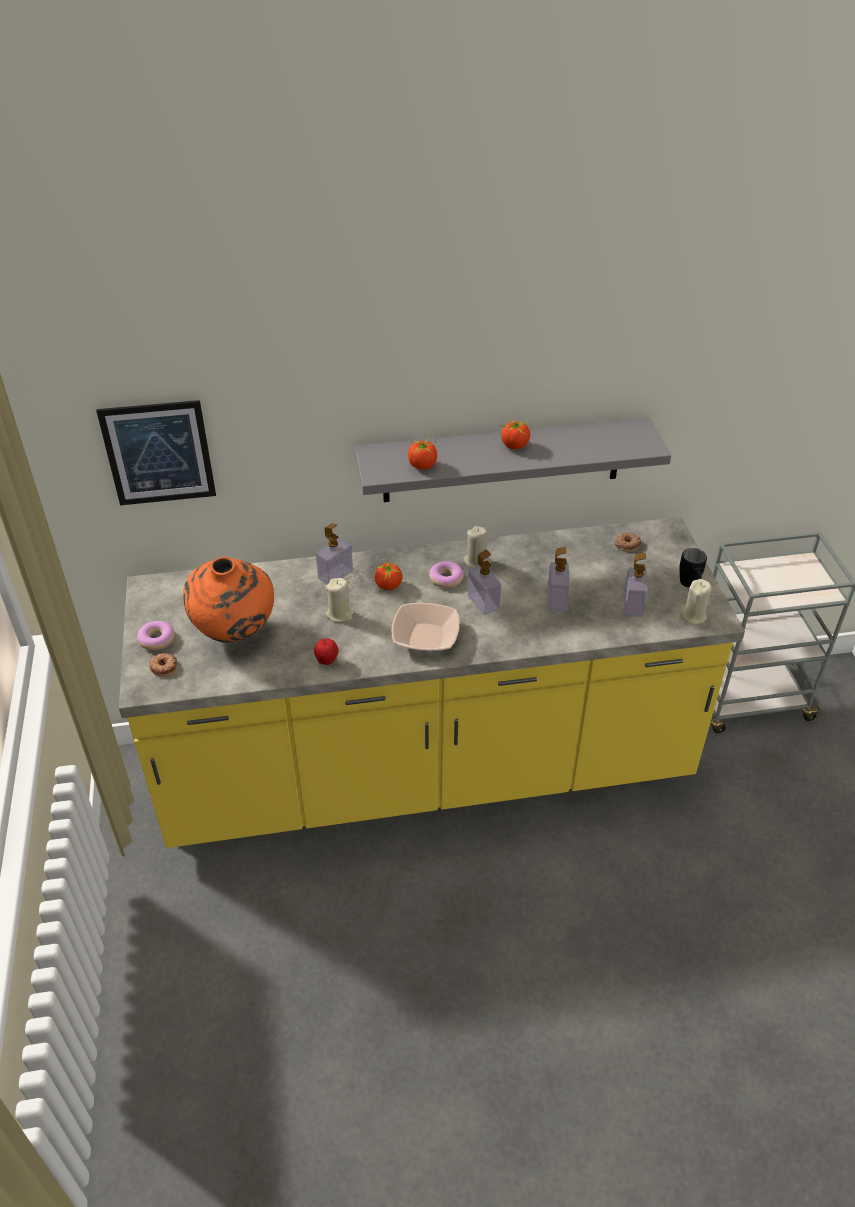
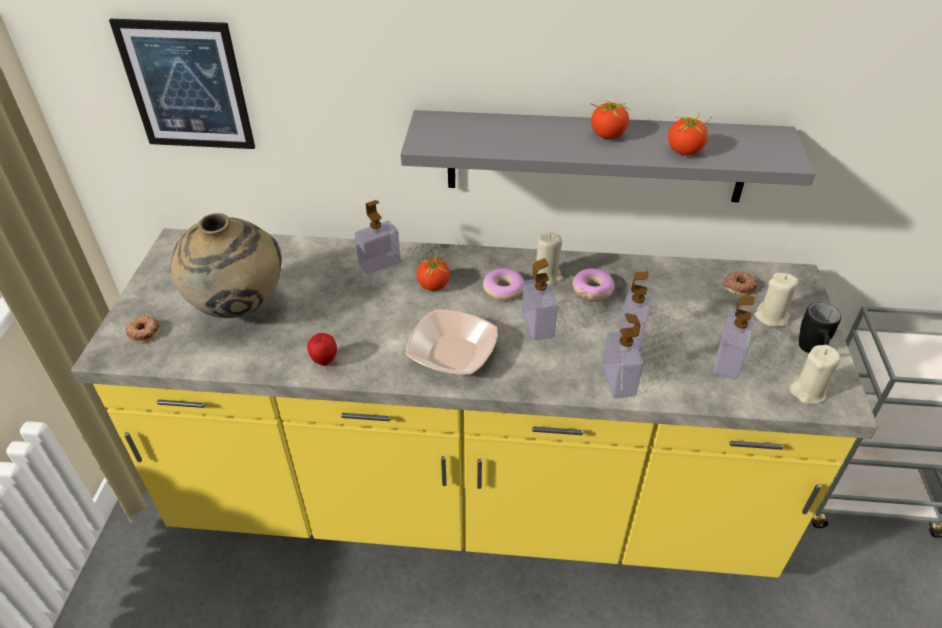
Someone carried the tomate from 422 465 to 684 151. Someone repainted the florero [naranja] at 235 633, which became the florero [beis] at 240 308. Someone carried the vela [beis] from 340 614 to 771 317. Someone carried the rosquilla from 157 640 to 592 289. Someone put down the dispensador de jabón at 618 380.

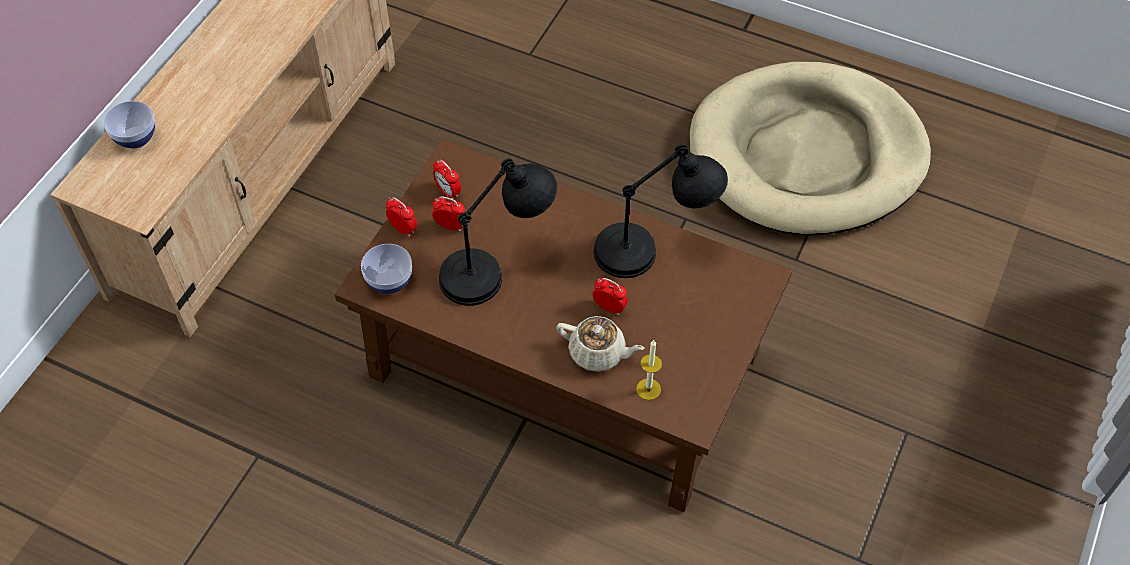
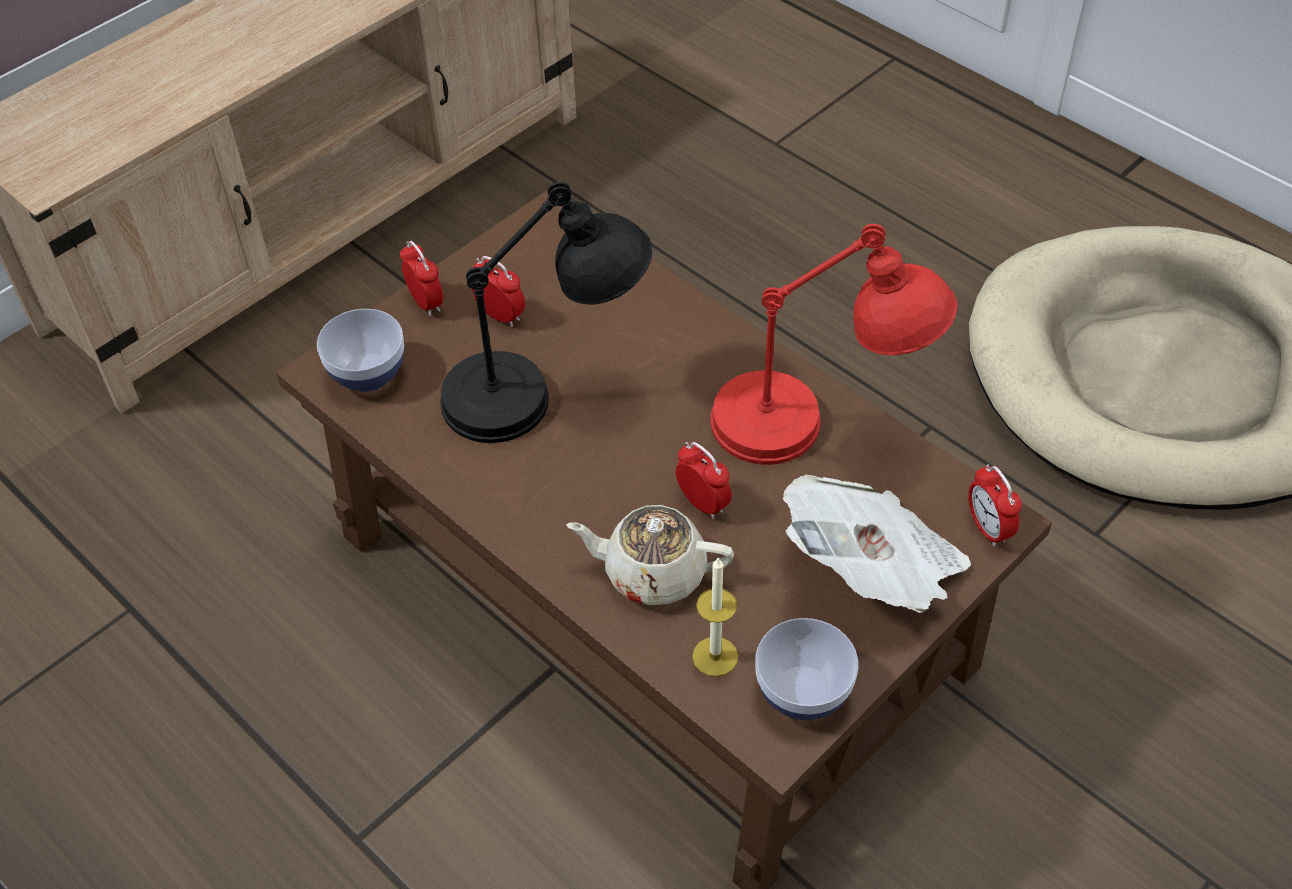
Someone carried the cuenco from 135 138 to 802 692. Someone repainted the lámpara de mesa [negro] at 653 249, which became the lámpara de mesa [rojo] at 816 428. Someone carried the despertador from 448 192 to 988 528. Someone rotated the tetera [beis] at 598 353 by 150 degrees clockwise. Someone put down the periódico at 873 570.

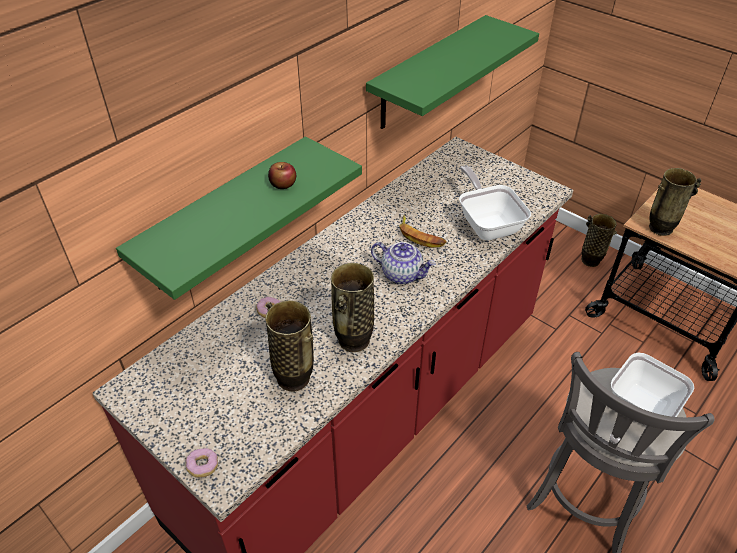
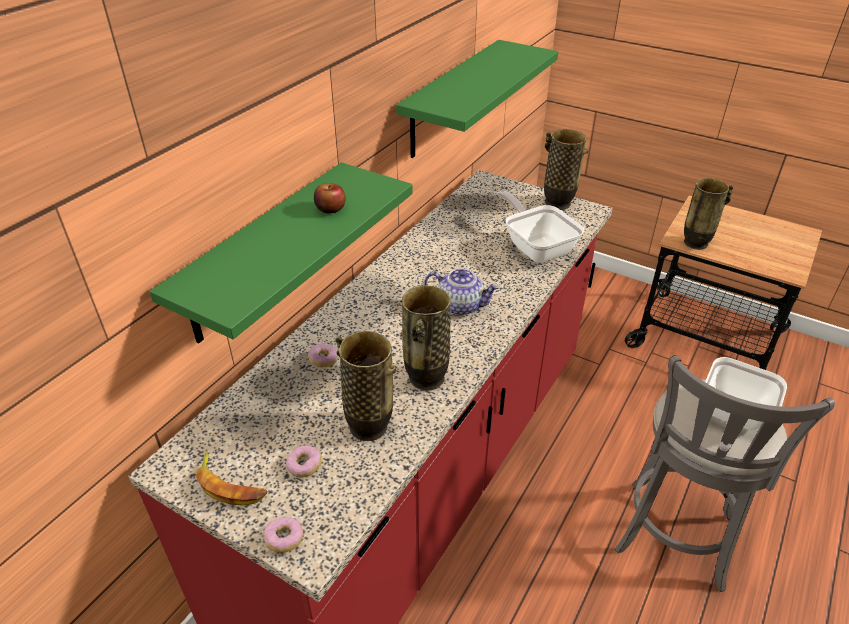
Someone carried the florero from 590 260 to 557 203. Someone carried the plátano from 420 236 to 230 484. Someone put down the rosquilla at 304 466.

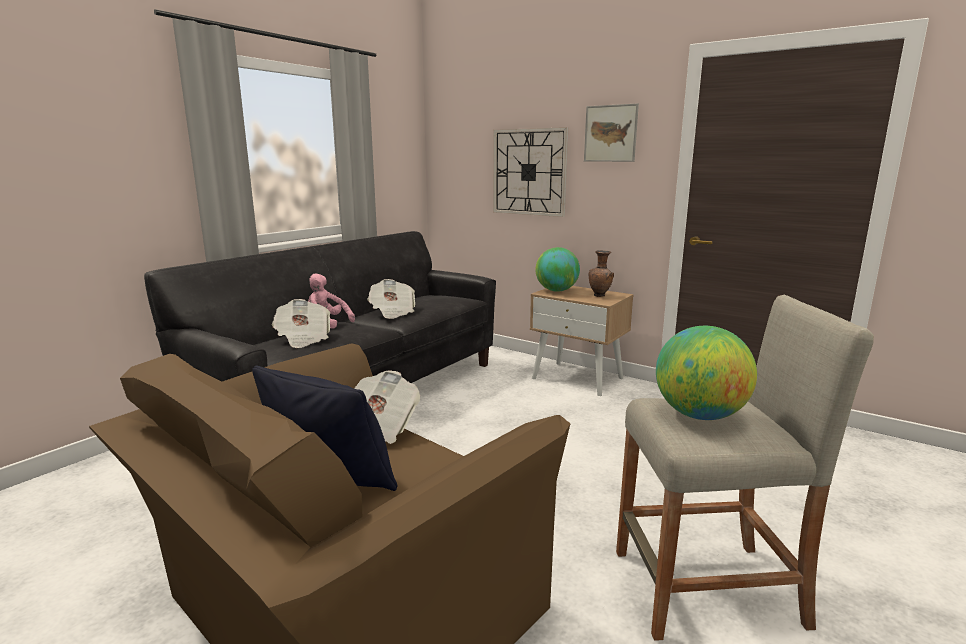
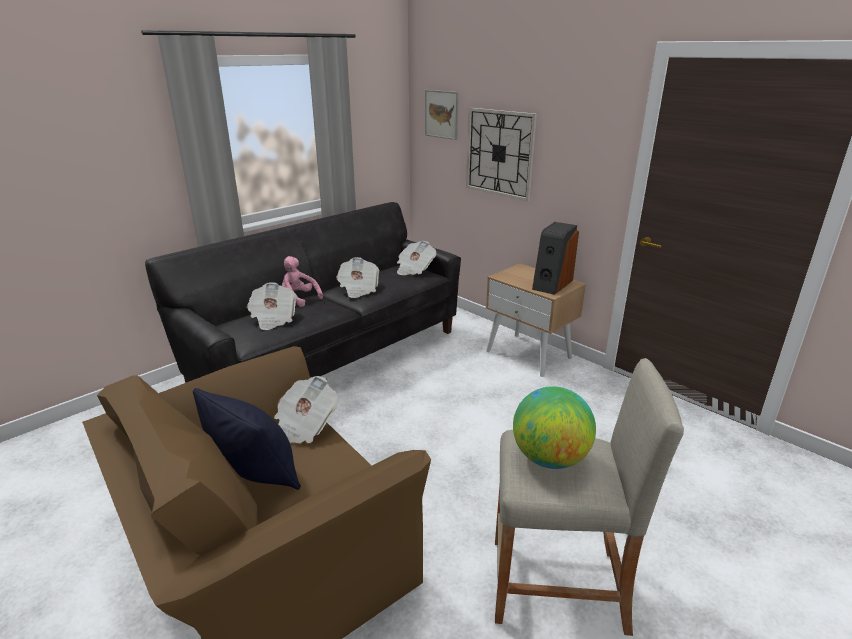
Someone carried the cuadro from 610 133 to 441 114. Someone took away the globo terráqueo at 556 290. Someone swapped the florero [marrón] at 600 296 for the altavoz at 551 284. Someone put down the periódico at 414 269.

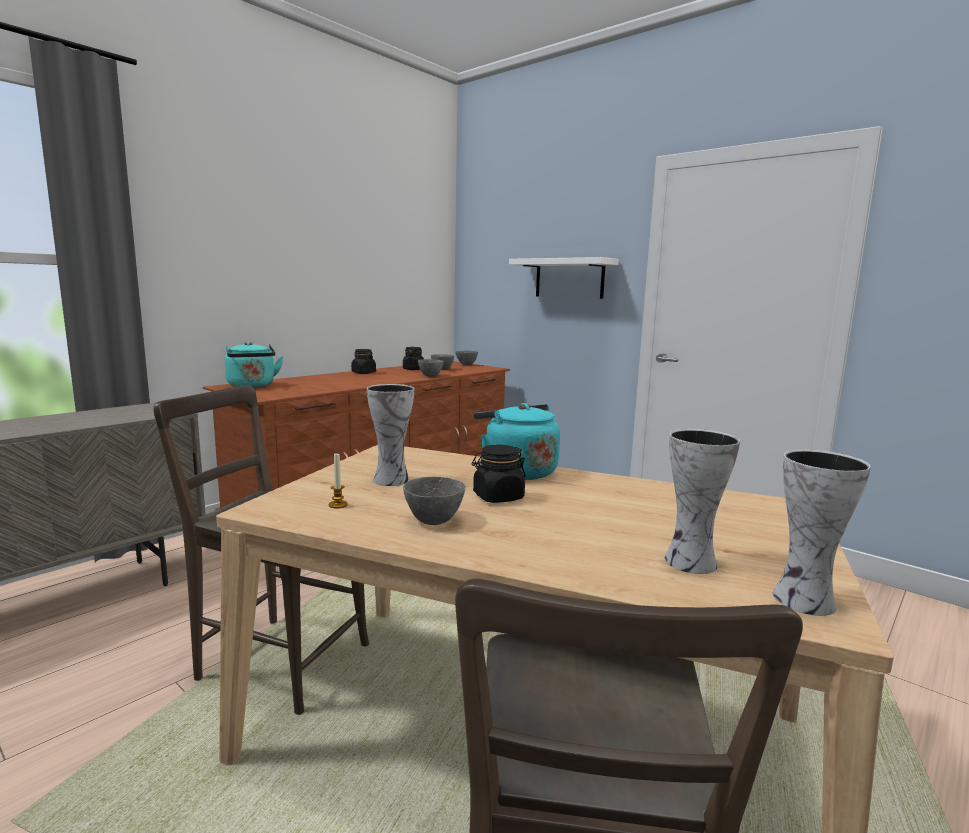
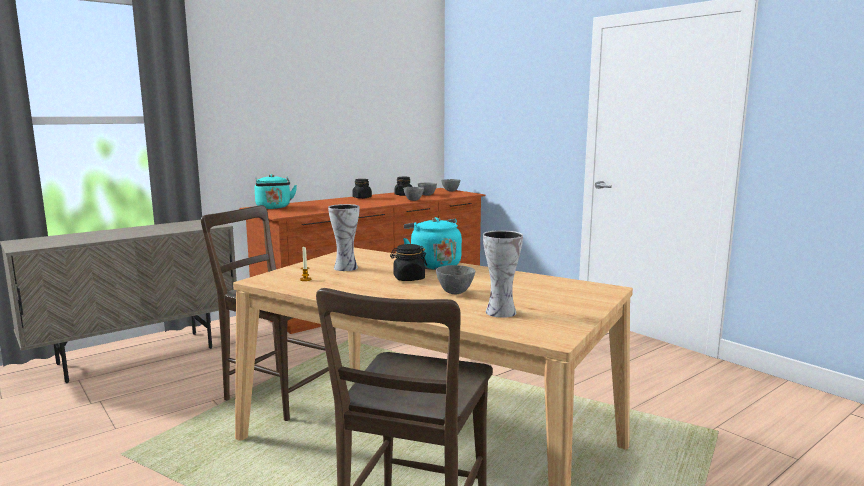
Someone took away the estante [blanco] at 569 278. Someone took away the florero at 801 600. Someone carried the cuenco [gris] from 433 520 to 454 292.

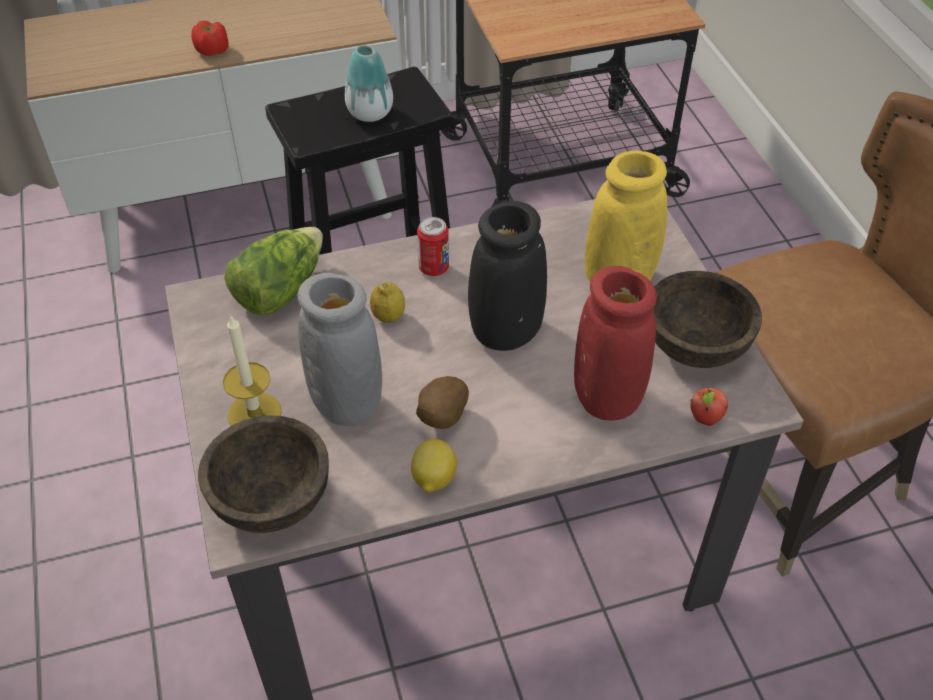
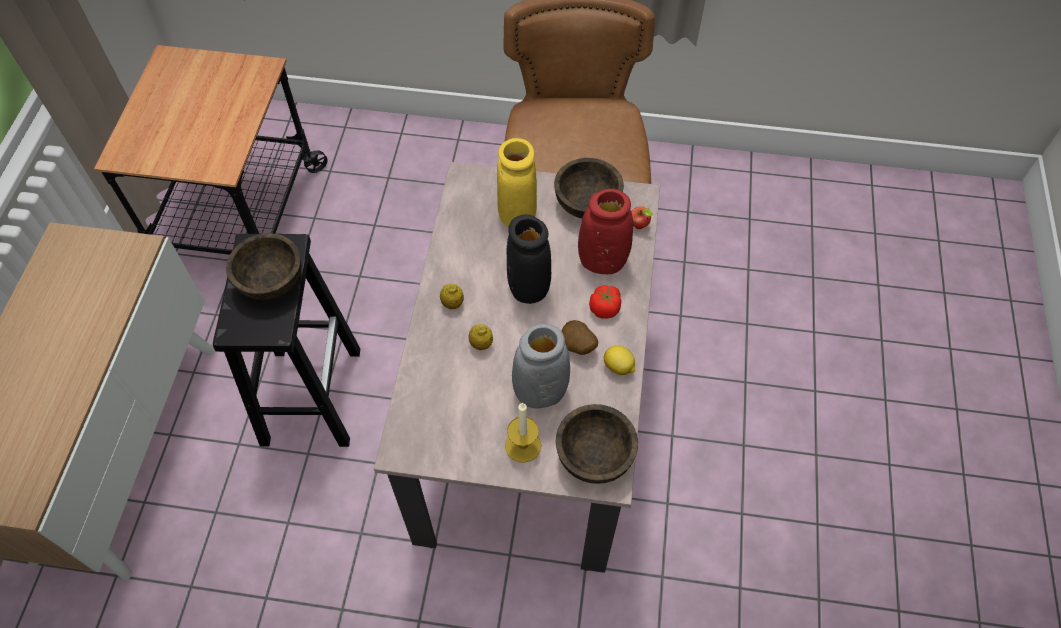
Someone carried the tomate from 212 50 to 605 308. Someone swapped the florero at 370 113 for the cuenco [marrón] at 271 281. Someone swapped the lata at 434 268 for the limón at 452 303. Someone took away the lechuga at 280 289.

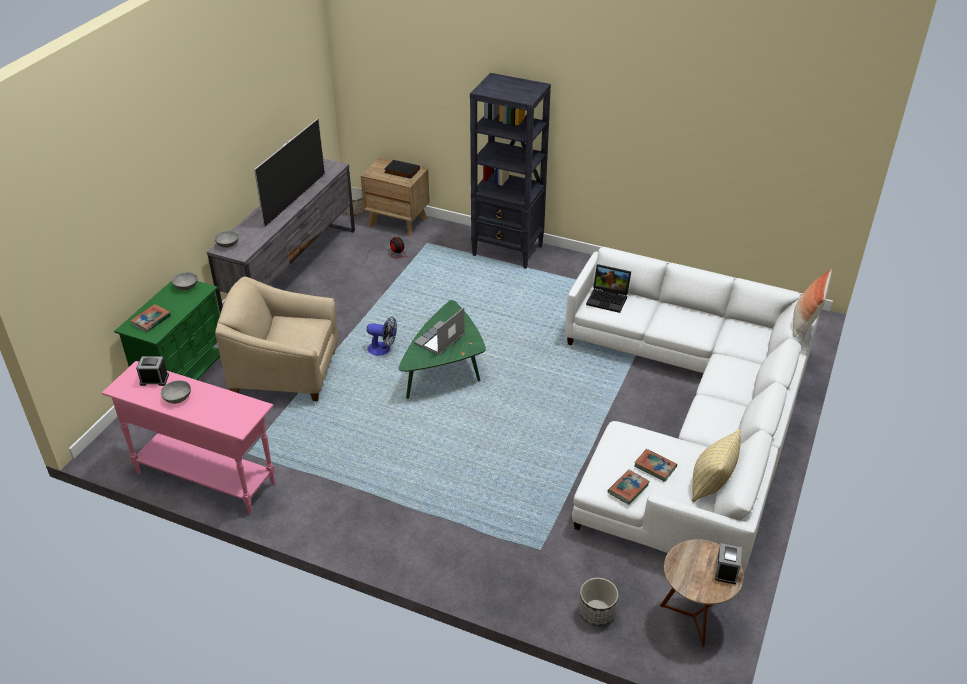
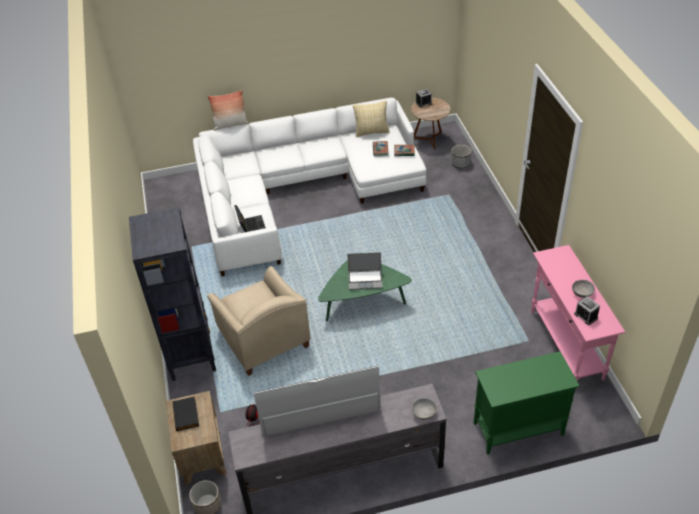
Someone took away the cuenco [gris] at 186 286. Someone carried the sillón [beis] from 286 373 to 263 339. Someone took away the libro at 151 320. Someone took away the ventilador at 383 349.

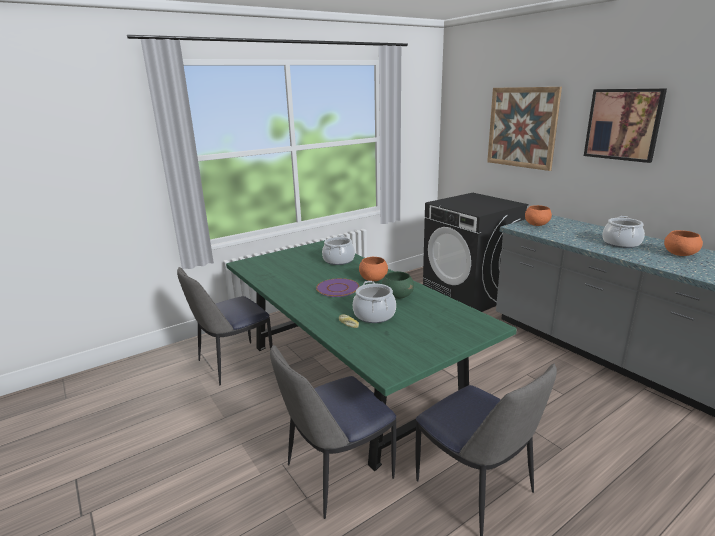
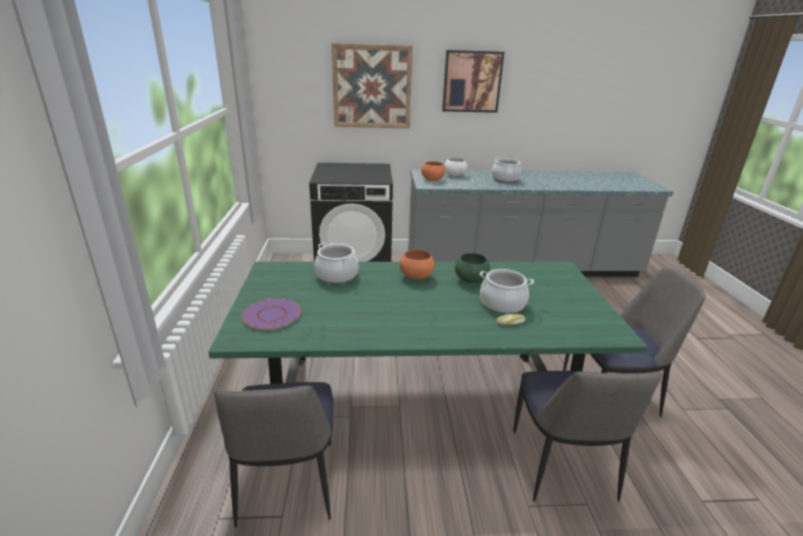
Someone took away the cuenco [naranja] at 679 254. Someone carried the plato [morado] from 337 288 to 271 315. Someone put down the cuenco [blanco] at 454 175.

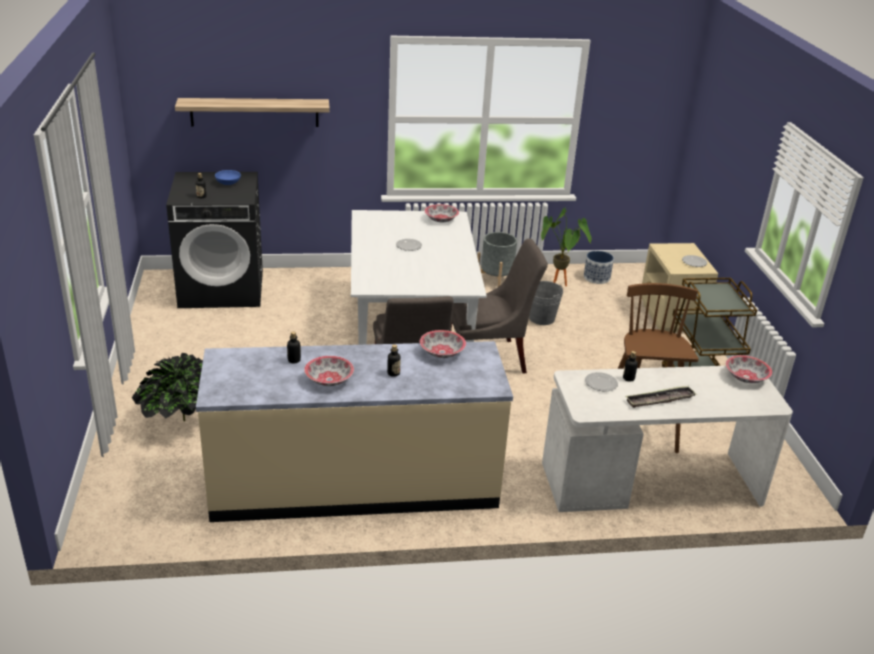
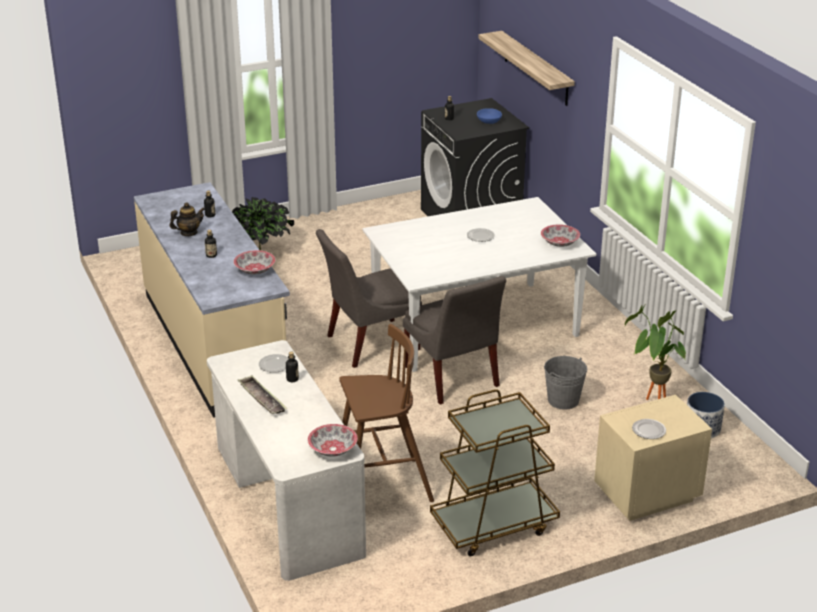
Someone took away the maceta [gris] at 496 280. Someone swapped the cuenco at 329 380 for the tetera at 188 233.

